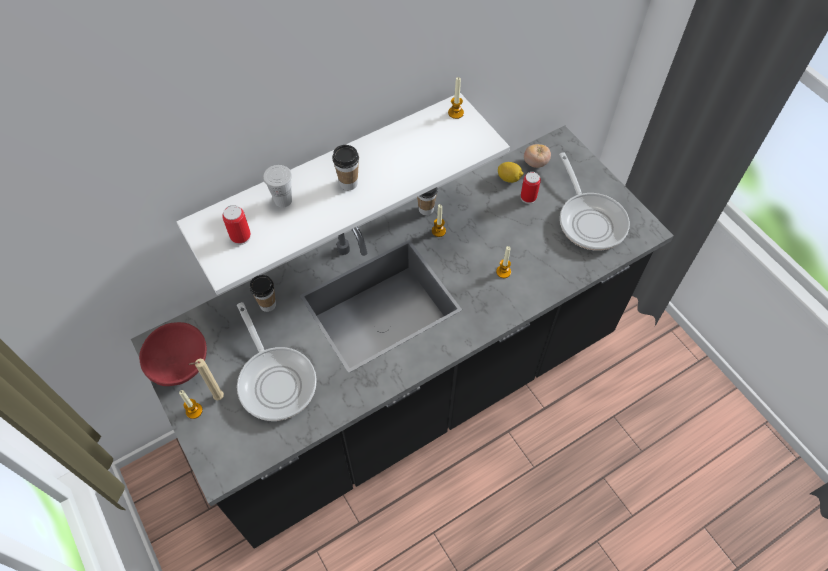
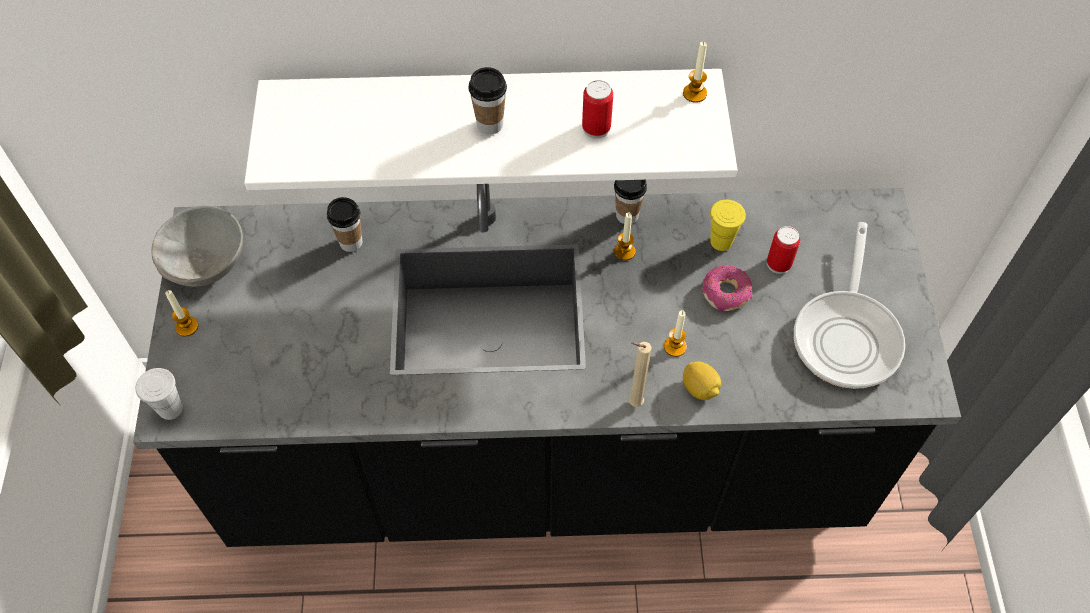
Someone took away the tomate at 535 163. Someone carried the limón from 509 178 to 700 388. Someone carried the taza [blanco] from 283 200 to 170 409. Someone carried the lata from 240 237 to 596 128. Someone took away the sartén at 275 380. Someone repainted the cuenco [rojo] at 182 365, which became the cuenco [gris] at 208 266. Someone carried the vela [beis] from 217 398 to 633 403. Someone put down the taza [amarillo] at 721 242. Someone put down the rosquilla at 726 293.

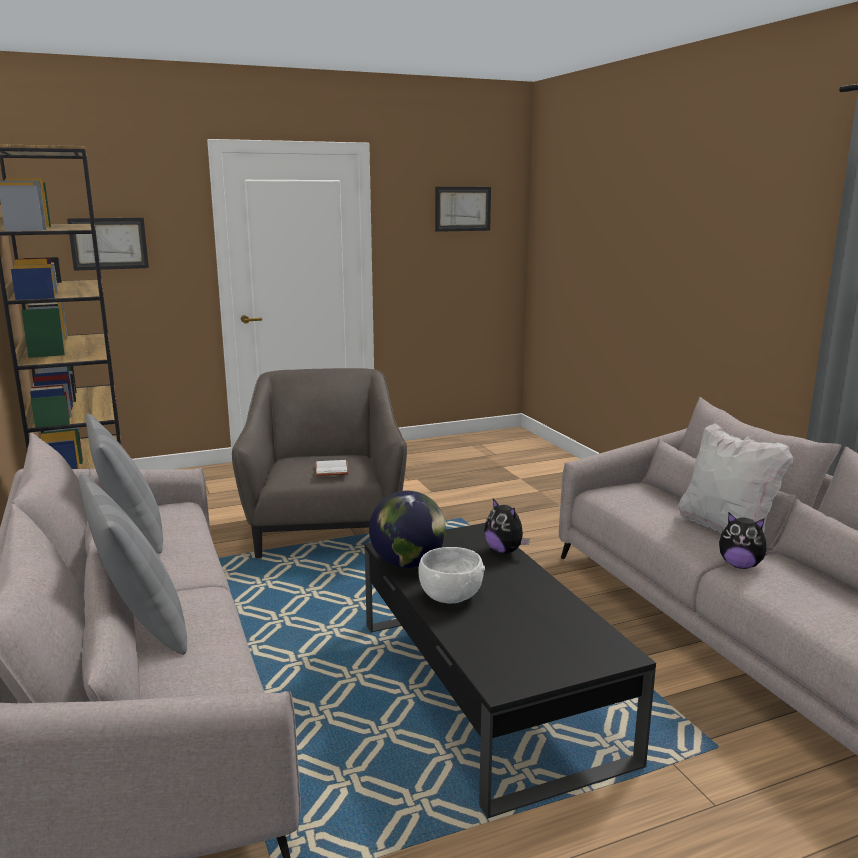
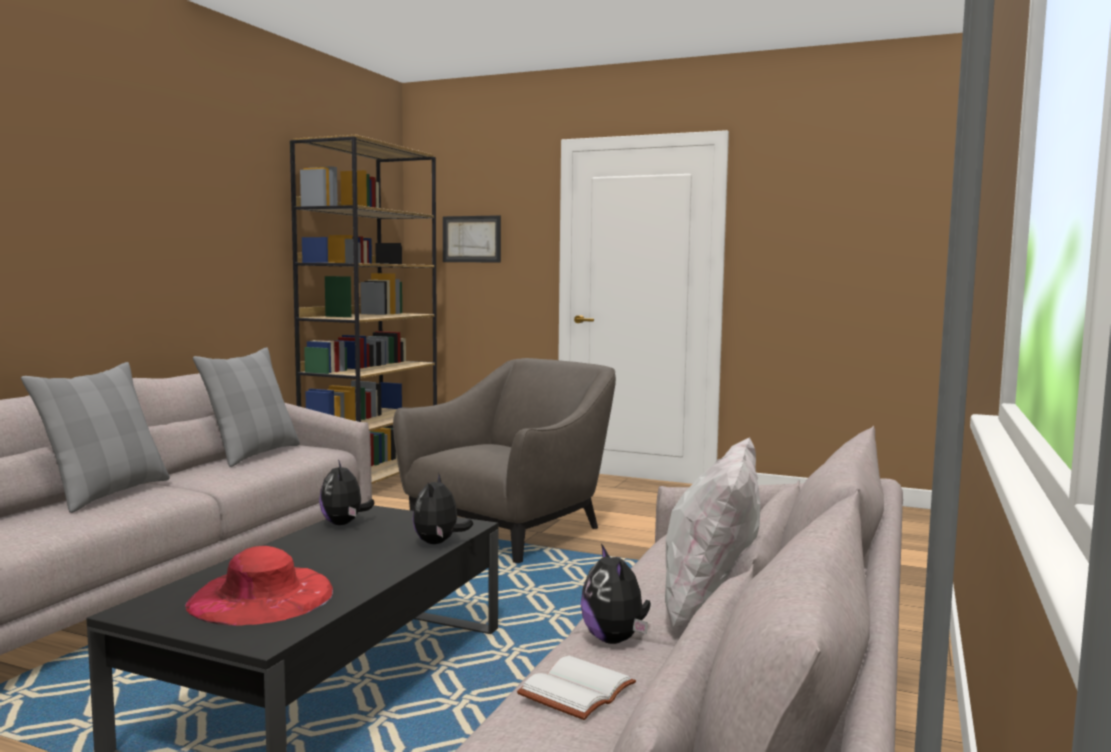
Someone took away the cuadro at 462 209. Someone carried the libro [blanco] from 333 470 to 578 692. Someone swapped the globo terráqueo at 408 563 for the peluche at 344 524. Someone took away the cuenco [blanco] at 450 596. Someone put down the sombrero [rojo] at 261 596.

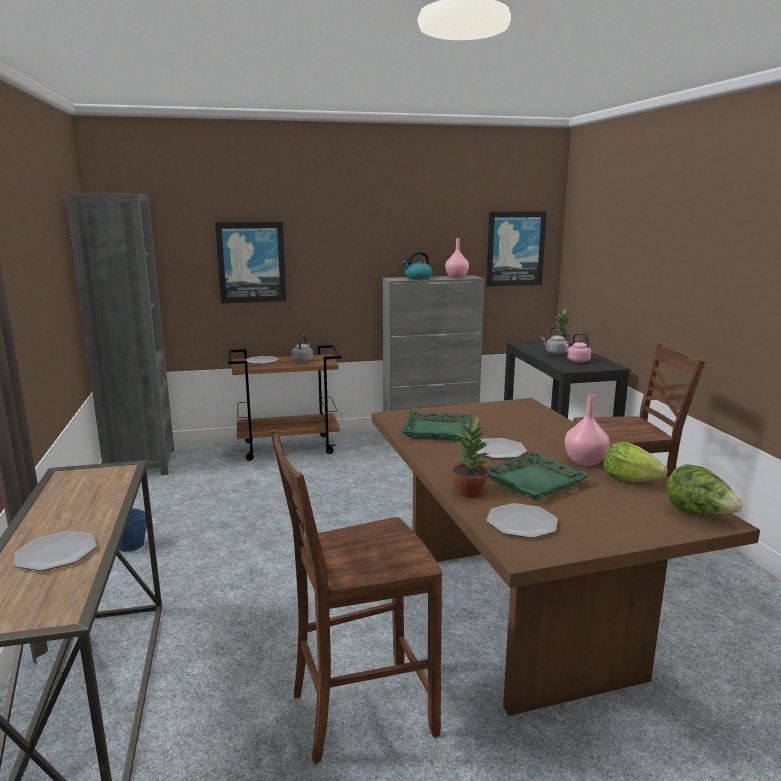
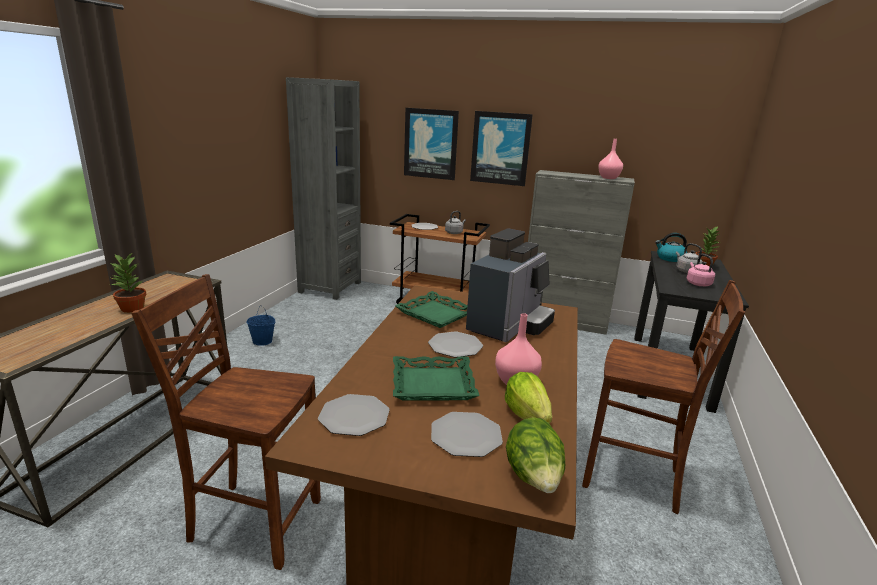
Someone carried the cuadro from 515 249 to 500 148. Someone carried the hervidor from 418 278 to 670 258. Someone carried the planta en maceta from 470 491 to 132 308. Someone carried the plato from 56 553 to 466 435. Someone put down the cafetera at 509 325.

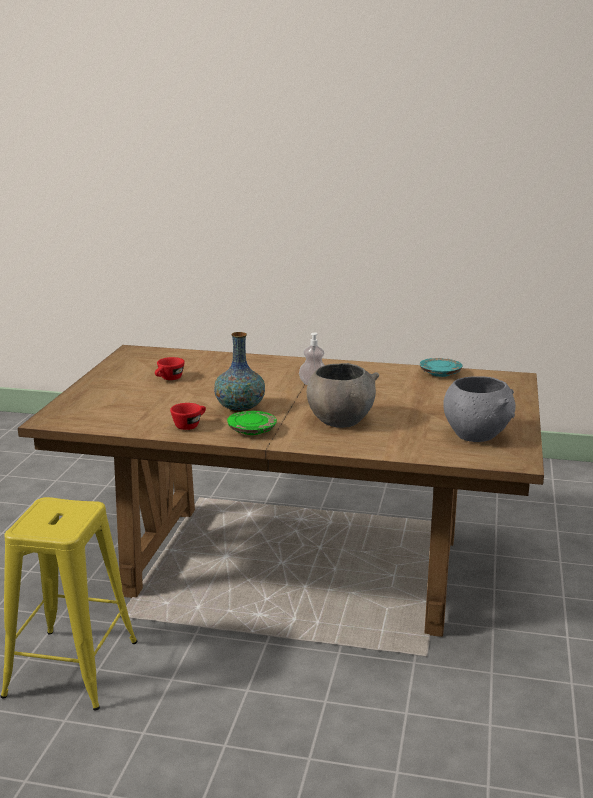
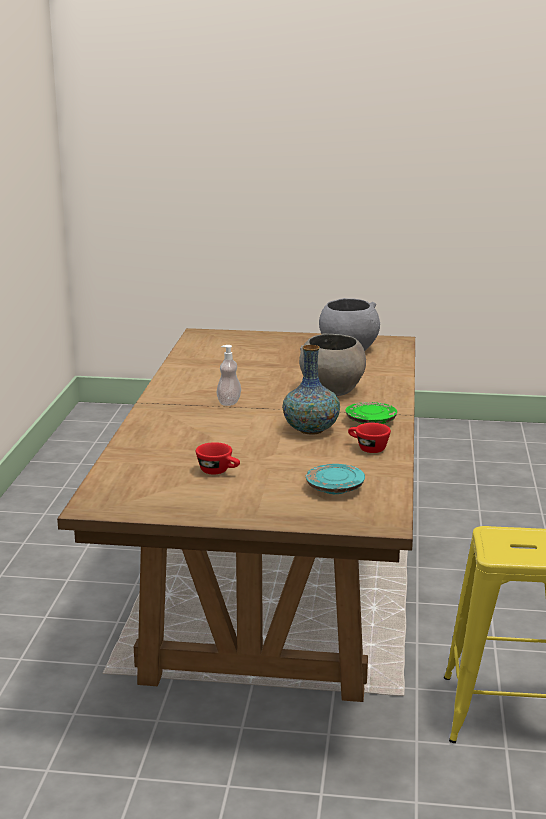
Someone carried the plato [turquesa] from 440 373 to 335 488.

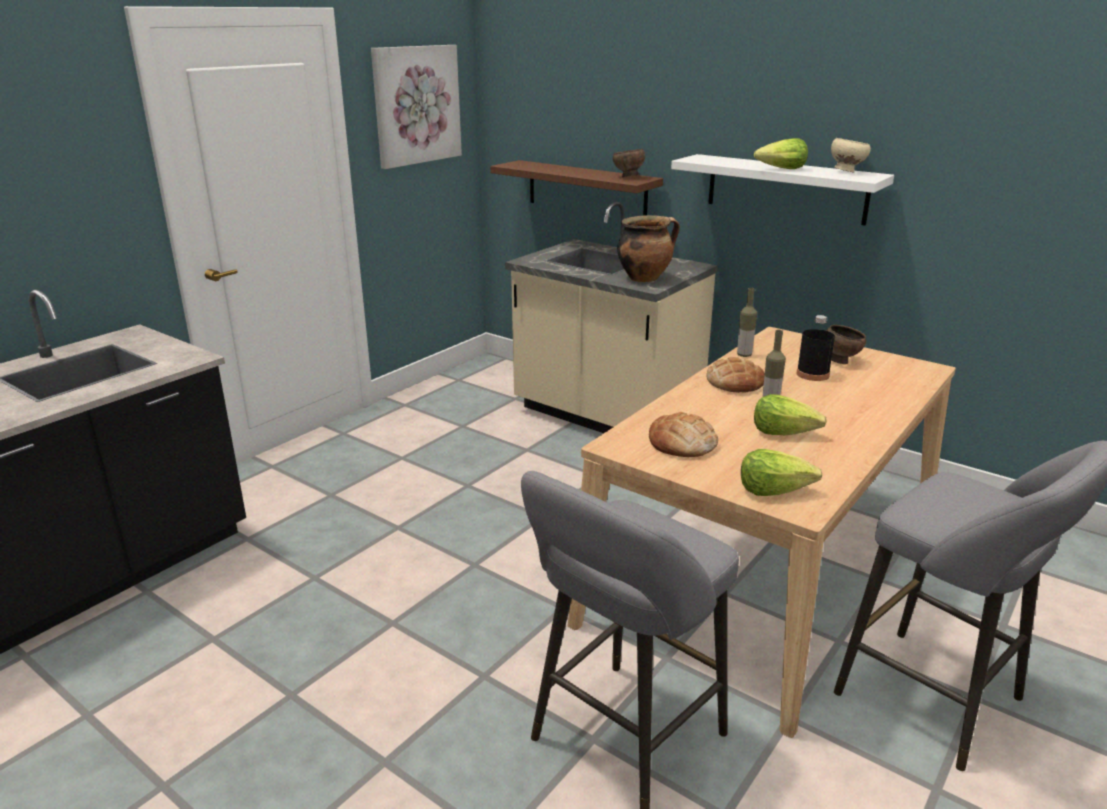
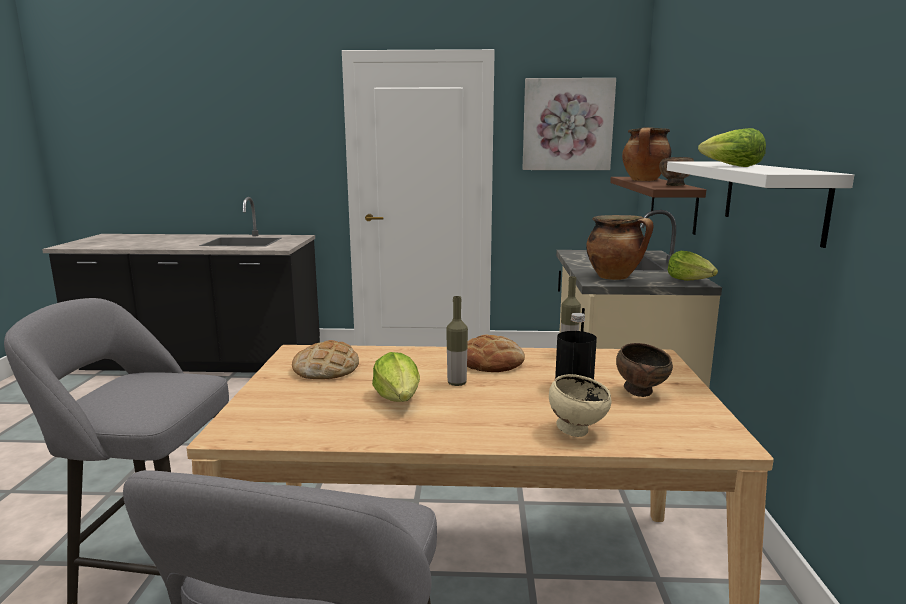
Someone carried the cuenco [beis] from 846 172 to 577 431. Someone carried the lechuga from 773 490 to 690 280. Someone put down the olla at 644 180.

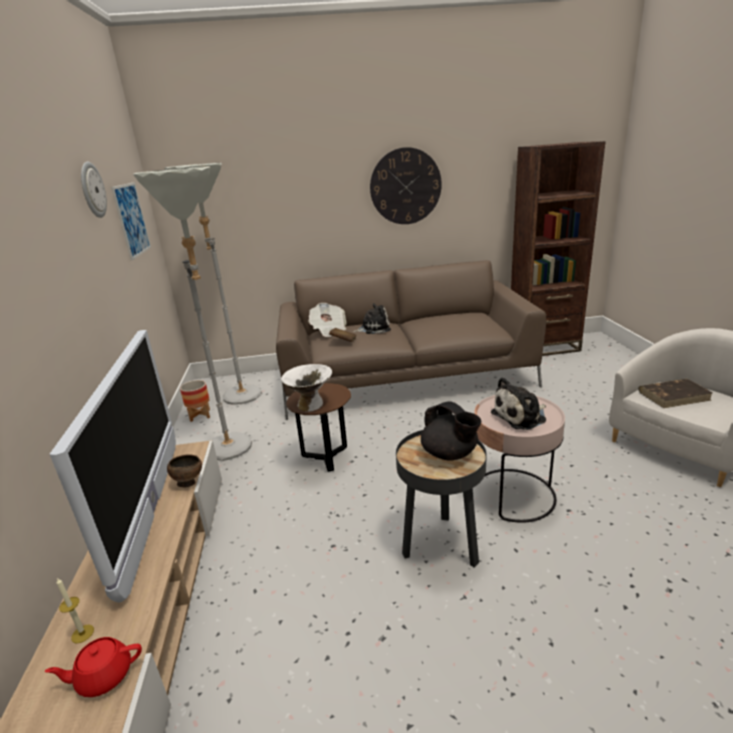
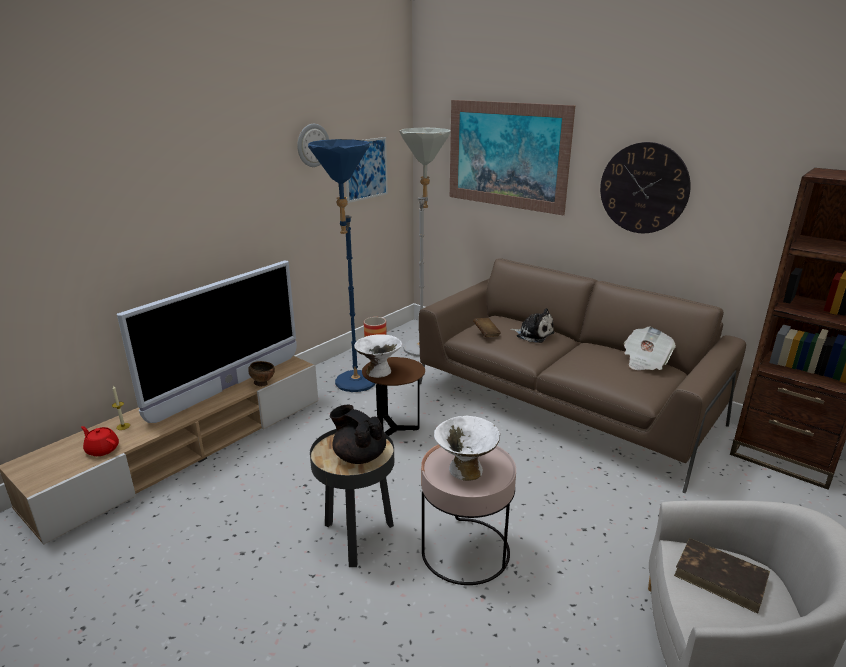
Someone repainted the lámpara de pie [gris] at 233 452, which became the lámpara de pie [azul] at 353 387. Someone carried the periódico from 328 330 to 645 361. Someone swapped the peluche at 521 416 for the cuenco [blanco] at 466 470. Someone rotated the tetera [negro] at 450 454 by 120 degrees clockwise. Someone put up the cuadro at 506 155.

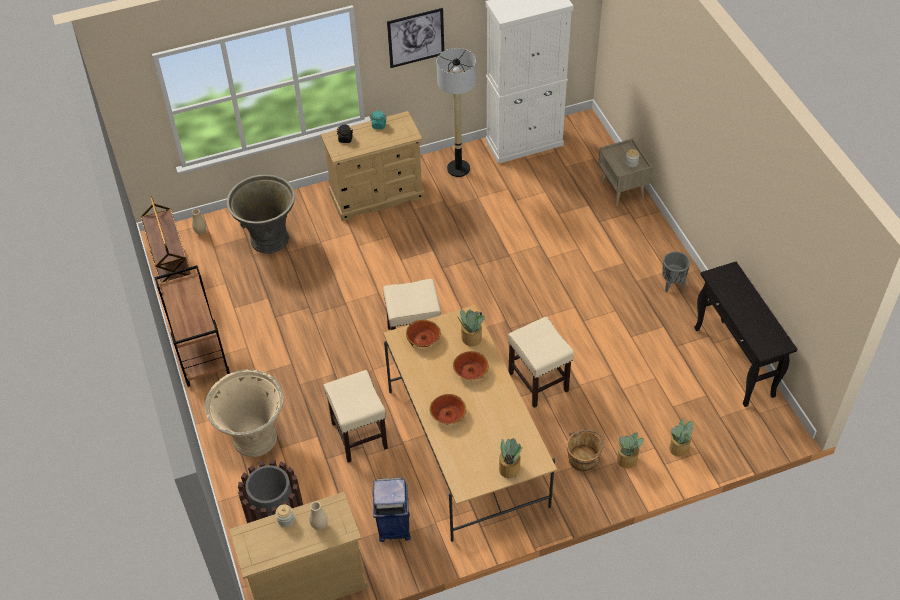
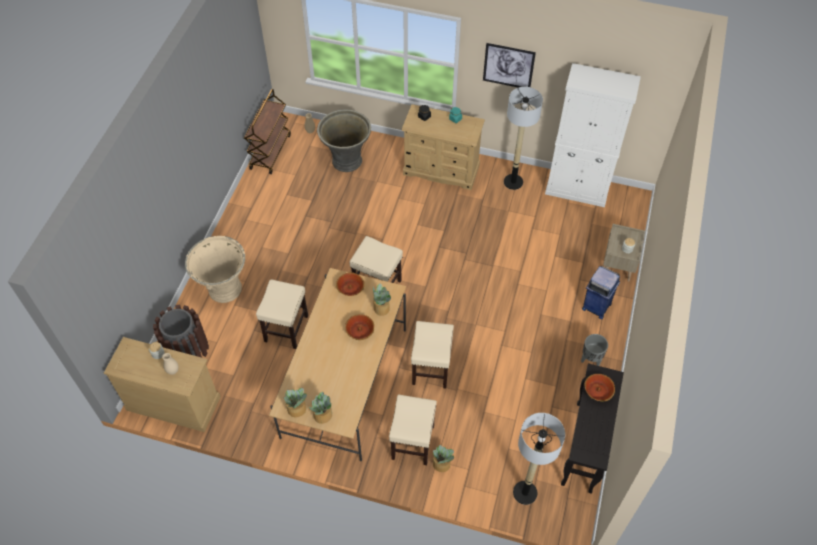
Someone took away the carrito [marrón] at 200 354. Someone carried the cuenco from 448 415 to 598 391. Someone carried the planta en maceta from 679 447 to 297 409. Someone swapped the cubo [marrón] at 583 459 for the taburete [beis] at 413 443. Someone carried the papelera [azul] from 393 527 to 596 306. Someone put down the lámpara de pie at 525 493.

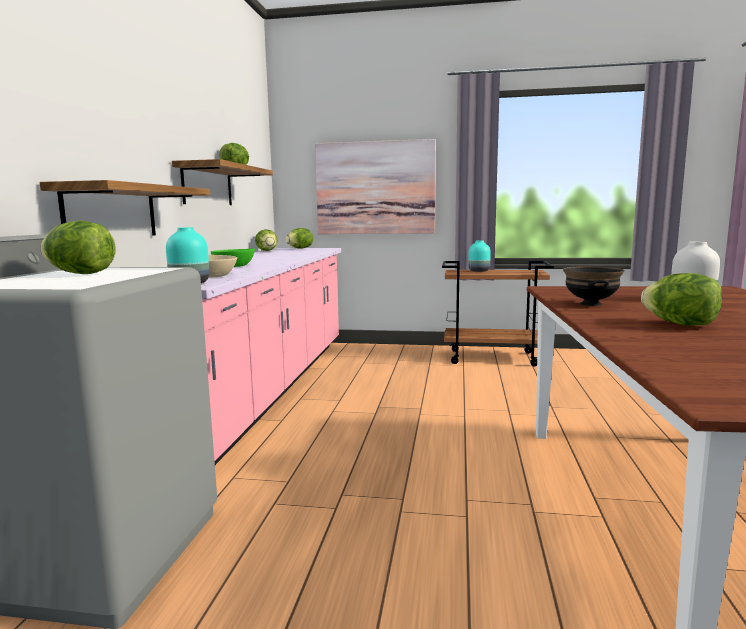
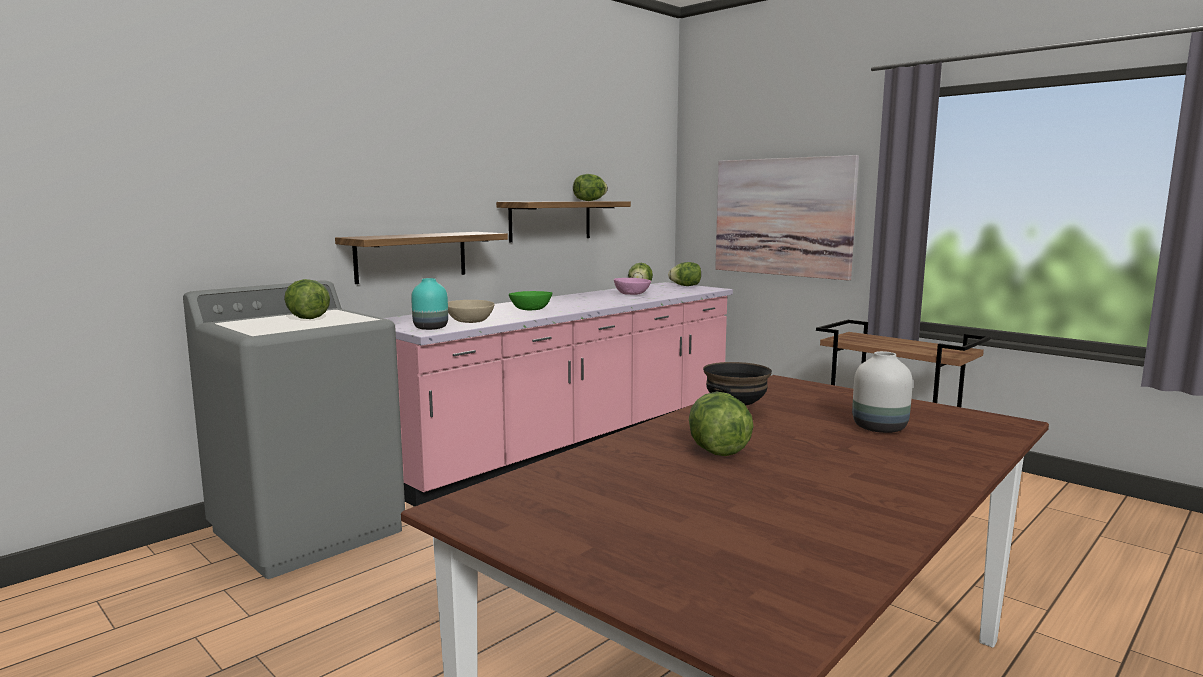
Someone took away the florero [turquesa] at 478 271. Someone put down the cuenco [rosa] at 632 294.

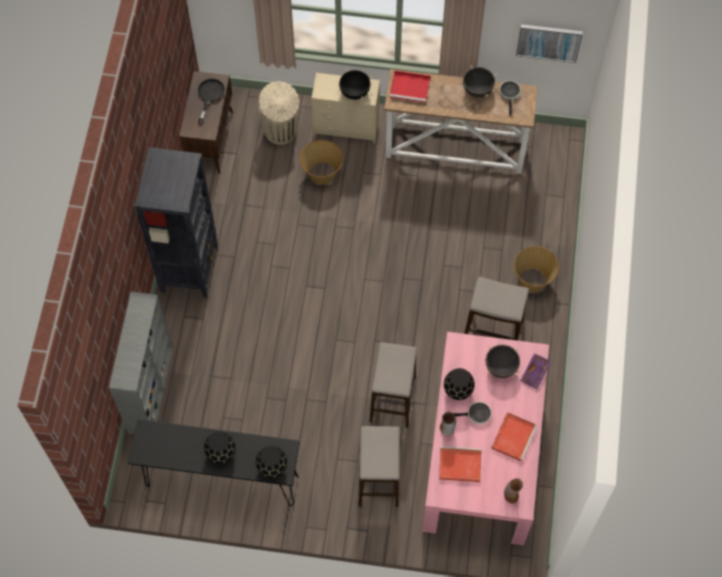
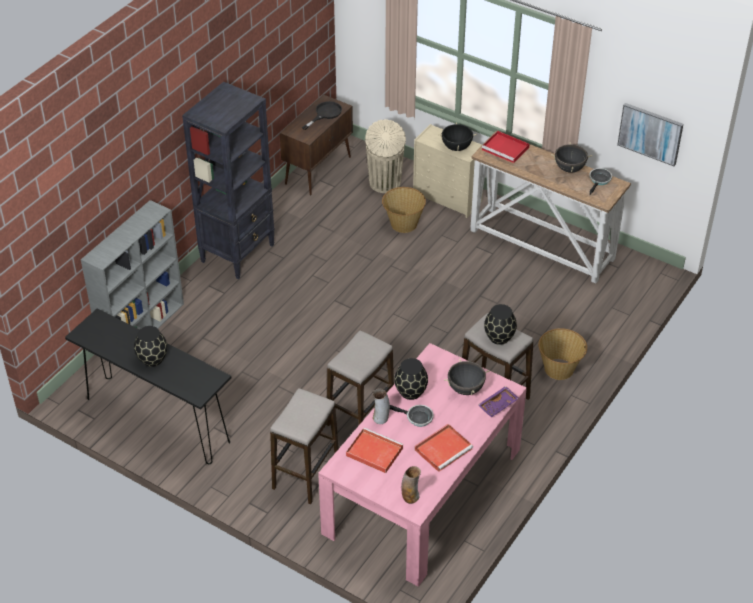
Someone carried the florero [negro] from 272 467 to 499 337.

